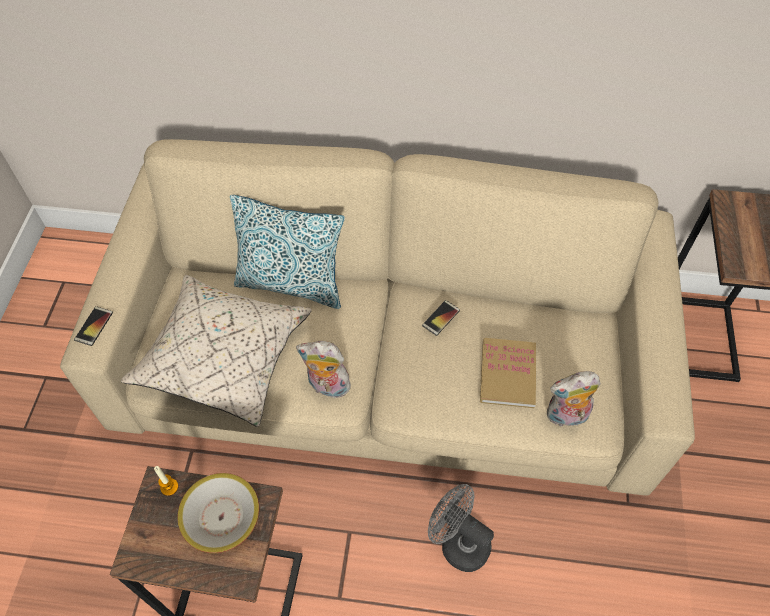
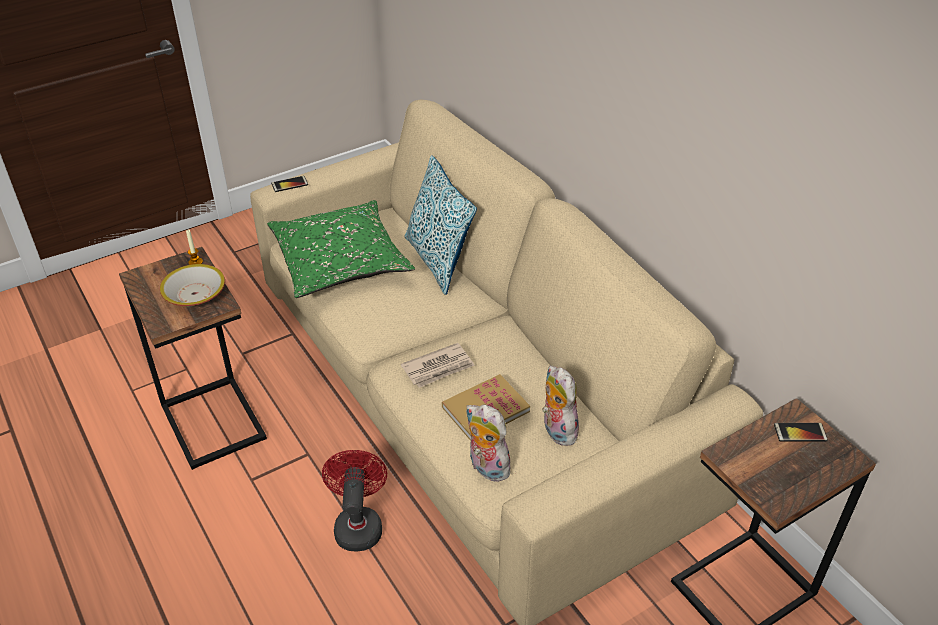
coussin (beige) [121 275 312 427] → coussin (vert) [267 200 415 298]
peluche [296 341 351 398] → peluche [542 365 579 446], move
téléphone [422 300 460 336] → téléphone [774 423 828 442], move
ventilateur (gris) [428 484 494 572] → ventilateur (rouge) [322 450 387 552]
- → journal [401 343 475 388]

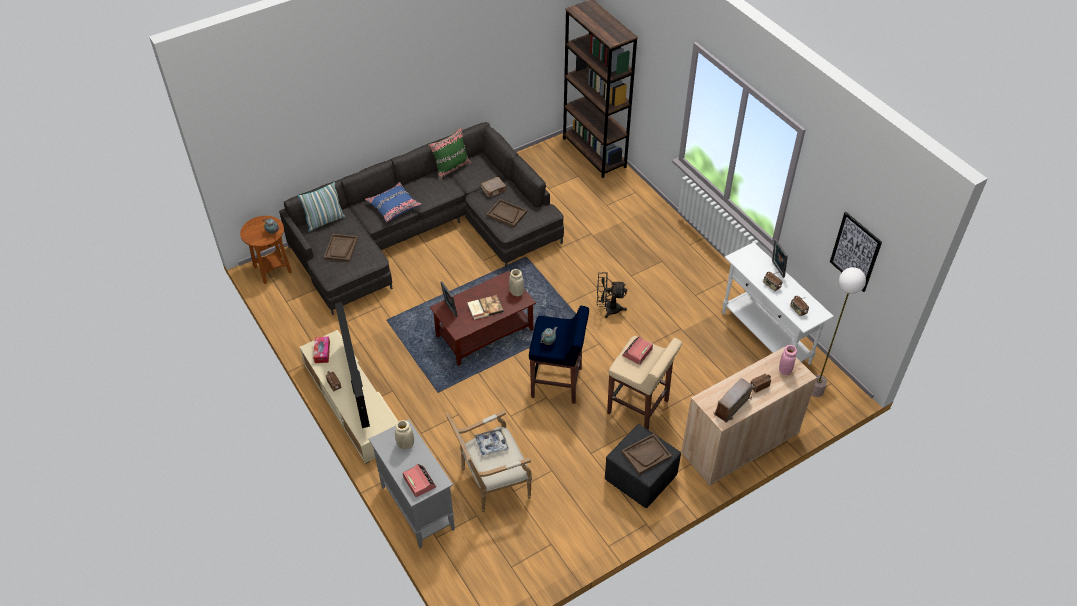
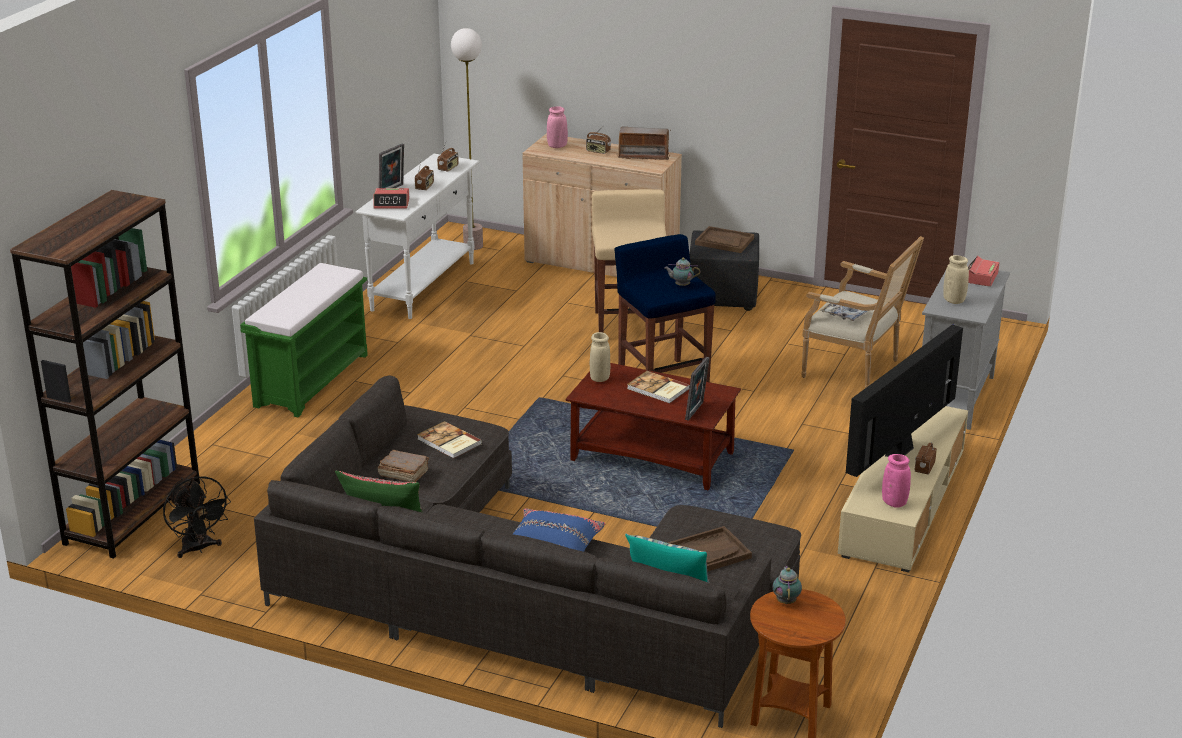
boîte à mouchoirs [313 337 330 363] → vase (rose) [882 454 911 508]
plateau (marron) [486 199 527 227] → livre [417 421 482 459]
ventilateur (noir) [597 272 627 318] → ventilateur (noir) [163 476 231 558], move
réveil [622 336 653 365] → réveil [373 188 409 209], move
tableau [830 212 882 292] → -
- → banc (vert) [240 263 368 417]

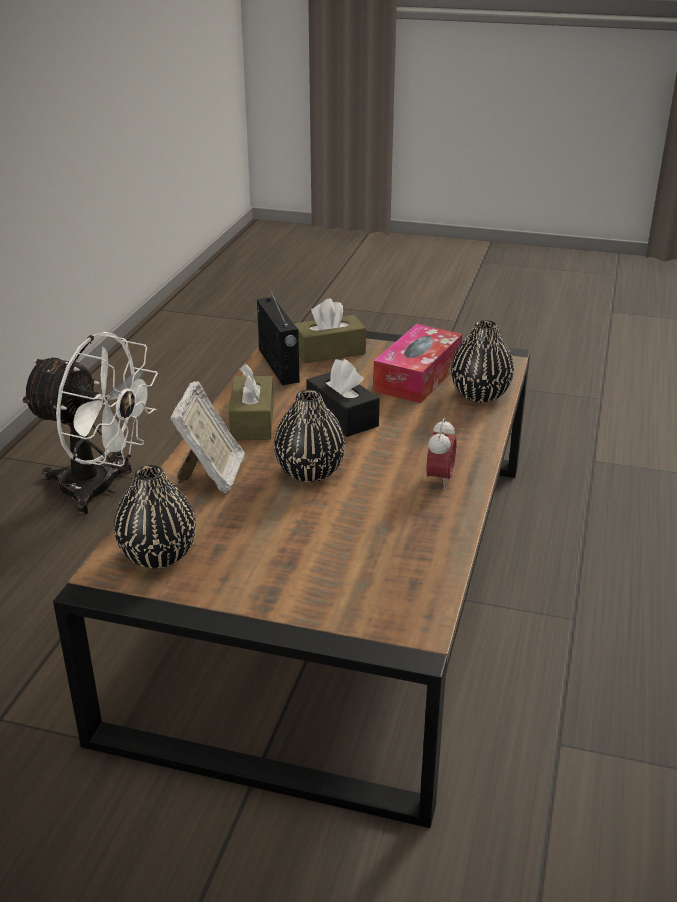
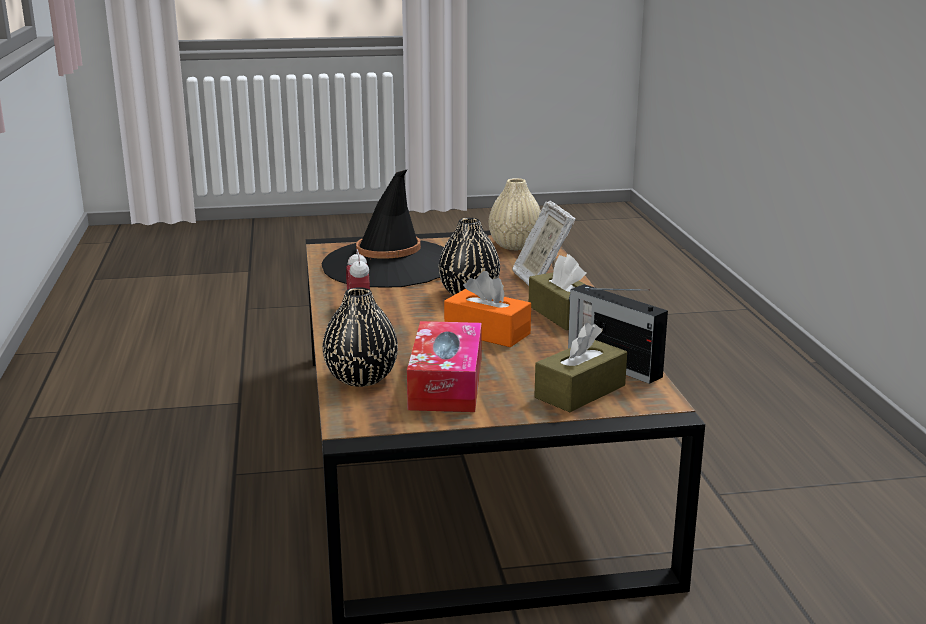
ventilateur (blanc) [20 332 158 515] → -
vase (noir) [114 465 196 568] → vase (beige) [489 178 541 250]
boîte à mouchoirs (noir) [306 359 380 437] → boîte à mouchoirs (orange) [444 271 531 347]
- → chapeau (noir) [321 170 444 287]

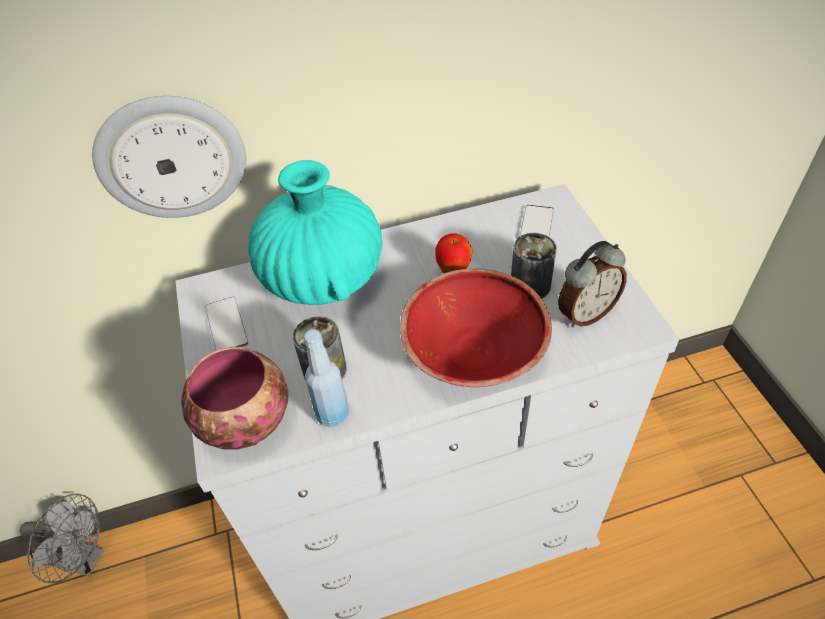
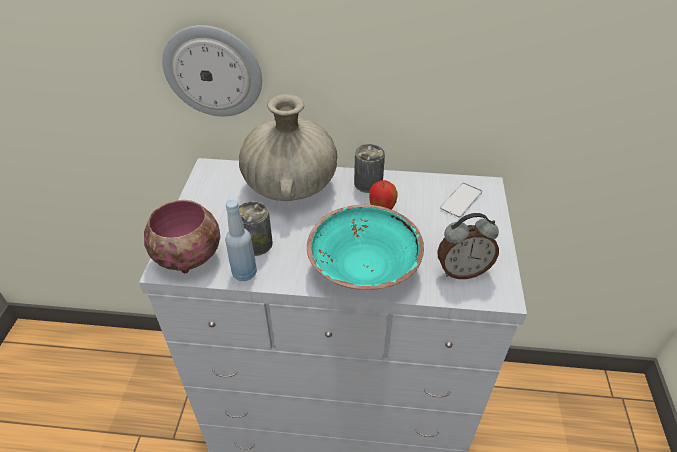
ventilateur (gris) [20 494 104 583] → -
téléphone [205 297 248 350] → -
vase (turquoise) [248 160 382 305] → vase (beige) [239 94 337 201]
bol (rouge) [400 268 552 387] → bol (turquoise) [307 205 424 290]
boîte métallique [511 233 557 299] → boîte métallique [354 144 385 193], move

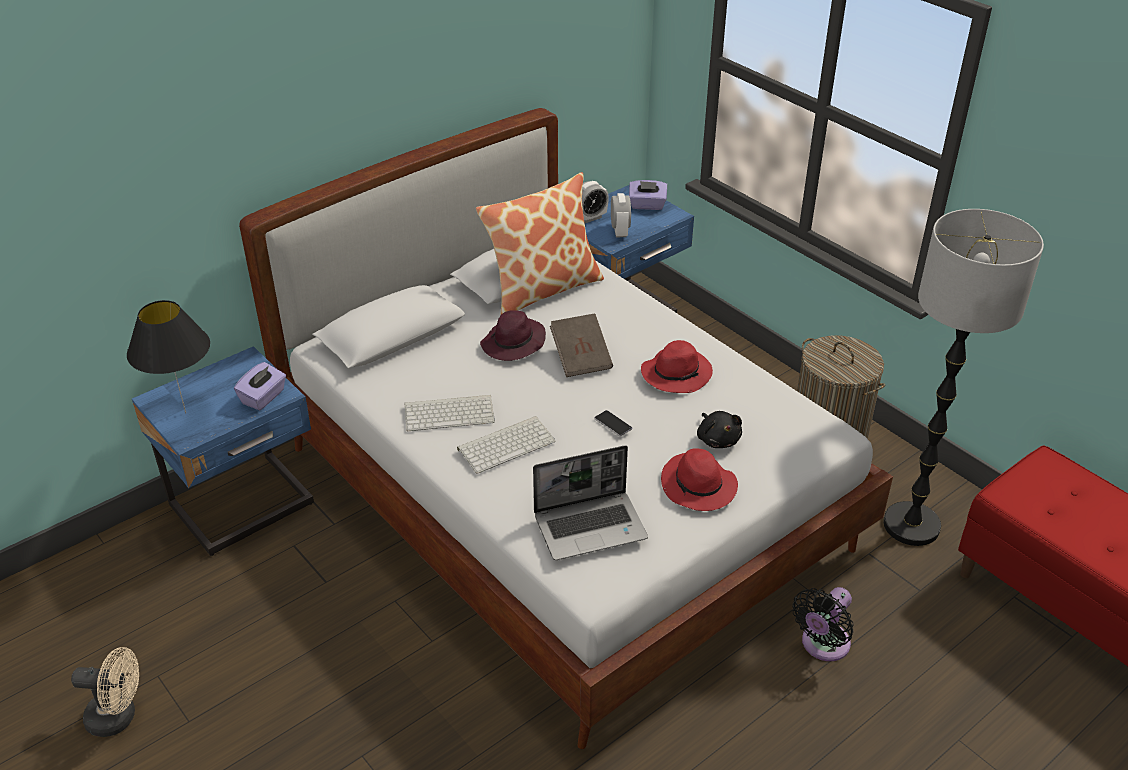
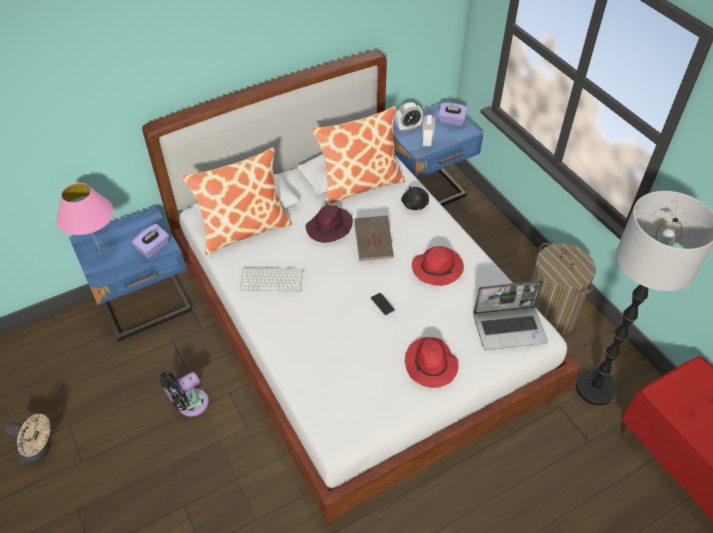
lampe de table (noir) [127 300 210 413] → lampe de table (rose) [56 183 114 254]
clavier [457 416 556 474] → -
ordinateur portable [533 445 648 560] → ordinateur portable [473 280 548 350], move
peluche (noir) [697 411 742 448] → peluche (noir) [401 186 429 210], move
ventilateur (noir) [793 587 854 661] → ventilateur (noir) [159 371 209 417], move
- → coussin [182 147 292 255]

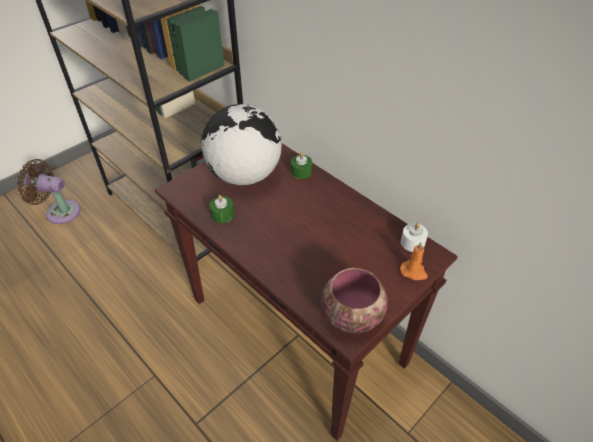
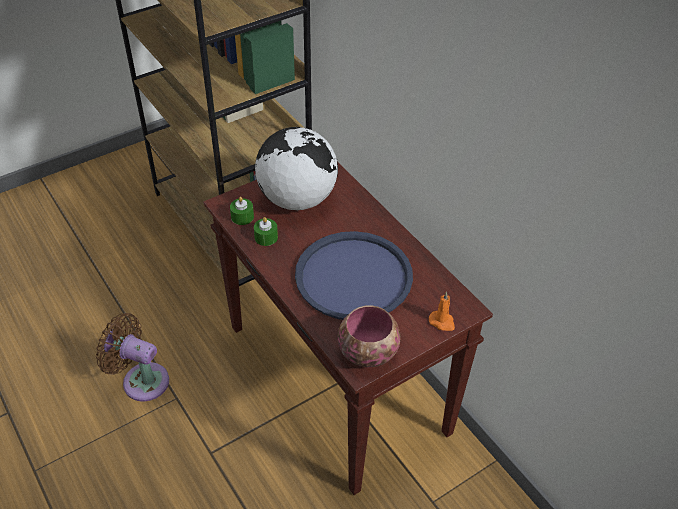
ventilateur (marron) [17 159 81 224] → ventilateur (marron) [96 313 169 401], move
bougie (vert) [291 152 312 179] → bougie (vert) [230 197 254 225], move
bougie (blanc) [401 223 428 252] → -
- → plateau (bleu) [295 231 413 320]

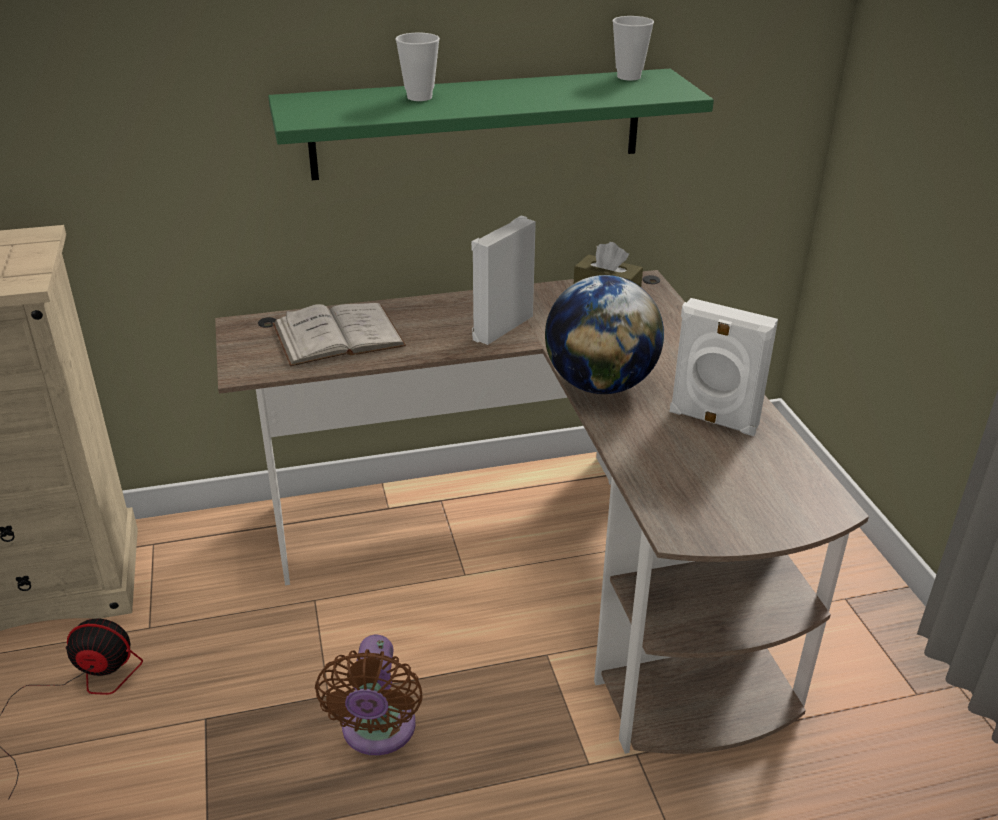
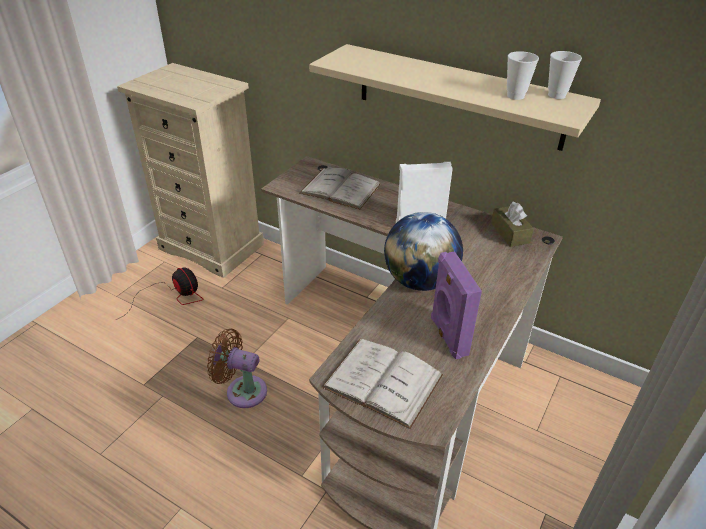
étagère (vert) [268 69 714 180] → étagère (beige) [309 44 601 151]
ventilateur (marron) [315 635 423 755] → ventilateur (marron) [207 329 267 408], 60 degrees clockwise
tasse [395 33 440 101] → tasse [507 51 539 100], move
enceinte (blanc) [670 298 778 436] → enceinte (violet) [431 251 482 359]
- → livre (blanc) [322 339 443 429]

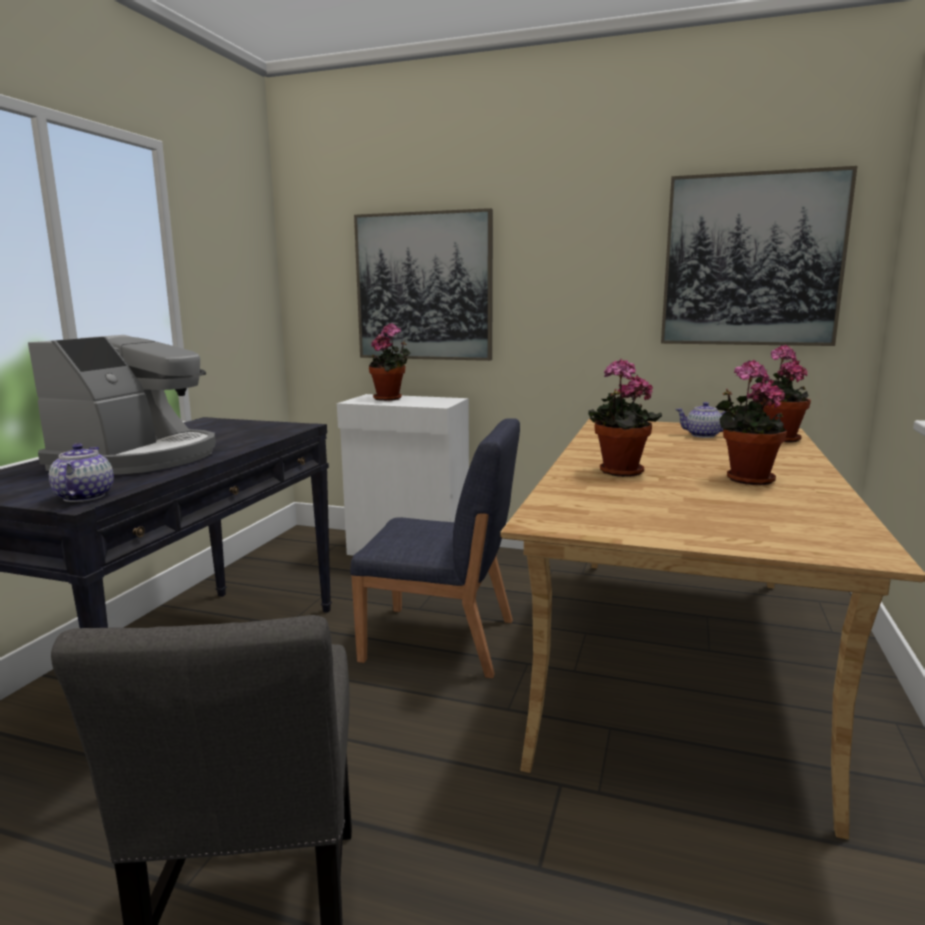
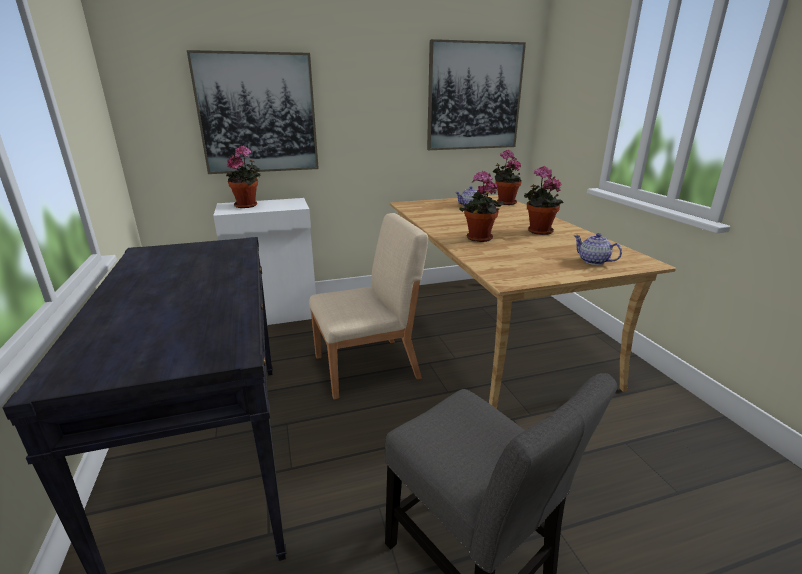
machine à café [28 335 216 475] → -
théière [49 443 114 502] → théière [574 233 622 265], move
chaise (bleu) [350 418 520 678] → chaise (beige) [309 213 428 399]

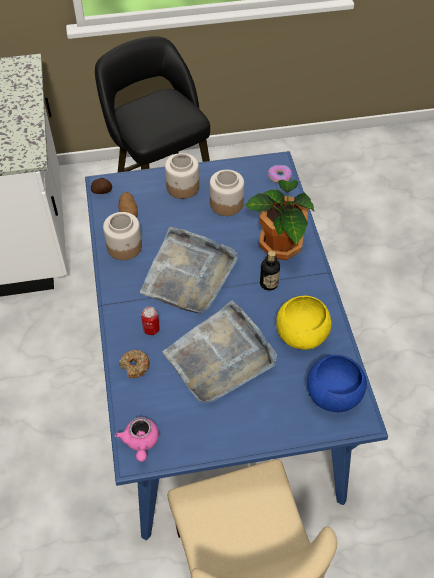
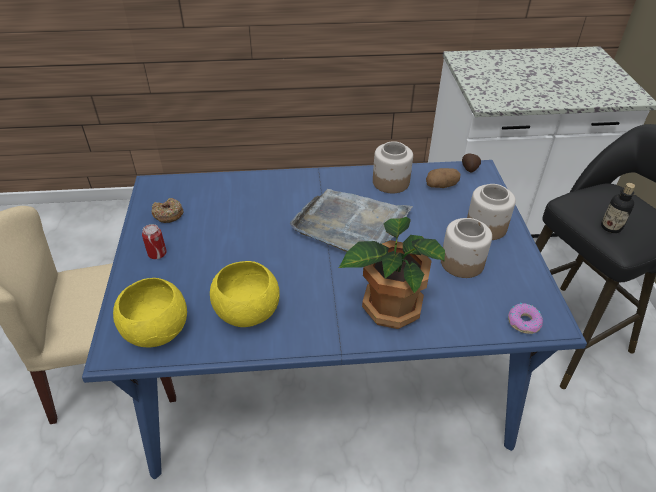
théière (rose) [115 417 159 462] → -
beignet [119 350 150 378] → beignet [151 198 184 223], move
boîte métallique [141 307 160 335] → boîte métallique [142 224 167 259], move
plateau (gris) [163 300 277 403] → -
bouteille [260 251 280 291] → bouteille [601 183 635 233], move
bol (bleu) [307 355 367 412] → bol (jaune) [113 278 187 347]

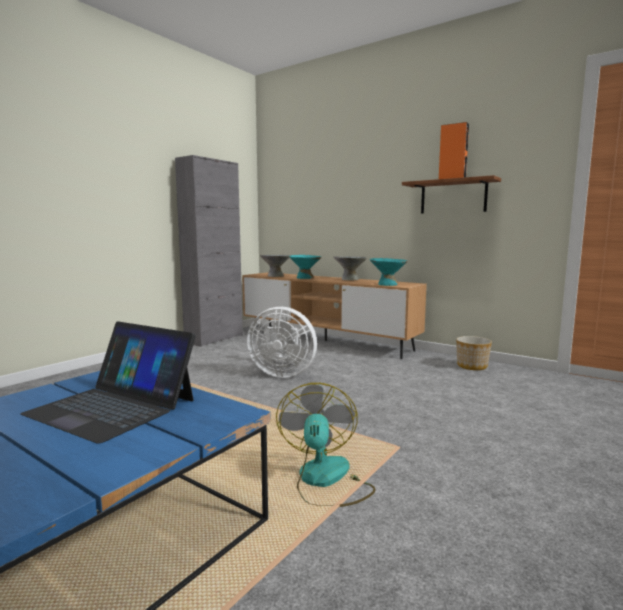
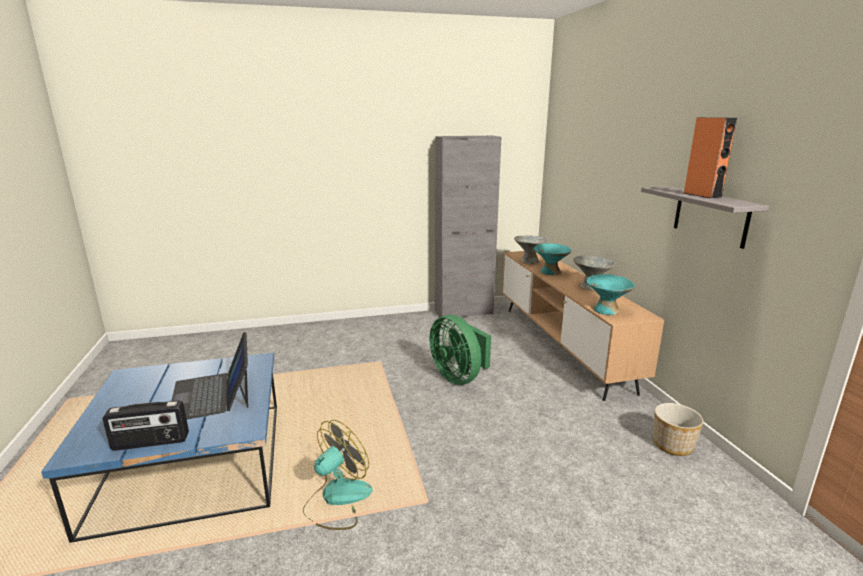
ventilateur (blanc) [247 307 317 378] → ventilateur (vert) [430 315 491 385]
étagère (marron) [402 175 501 213] → étagère (gris) [641 186 769 249]
- → radio [102 400 189 451]

